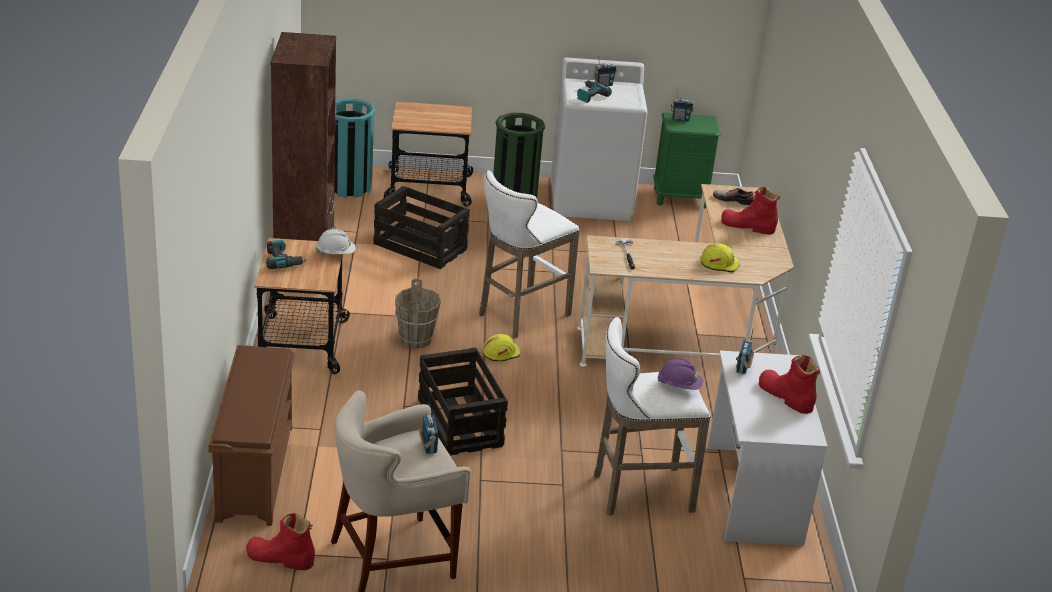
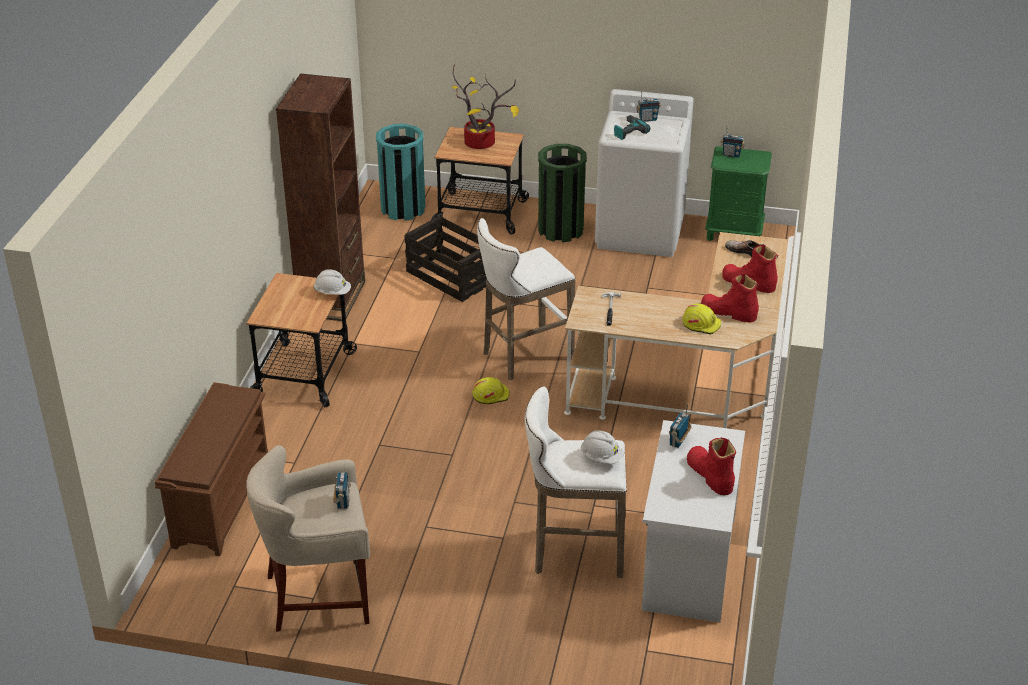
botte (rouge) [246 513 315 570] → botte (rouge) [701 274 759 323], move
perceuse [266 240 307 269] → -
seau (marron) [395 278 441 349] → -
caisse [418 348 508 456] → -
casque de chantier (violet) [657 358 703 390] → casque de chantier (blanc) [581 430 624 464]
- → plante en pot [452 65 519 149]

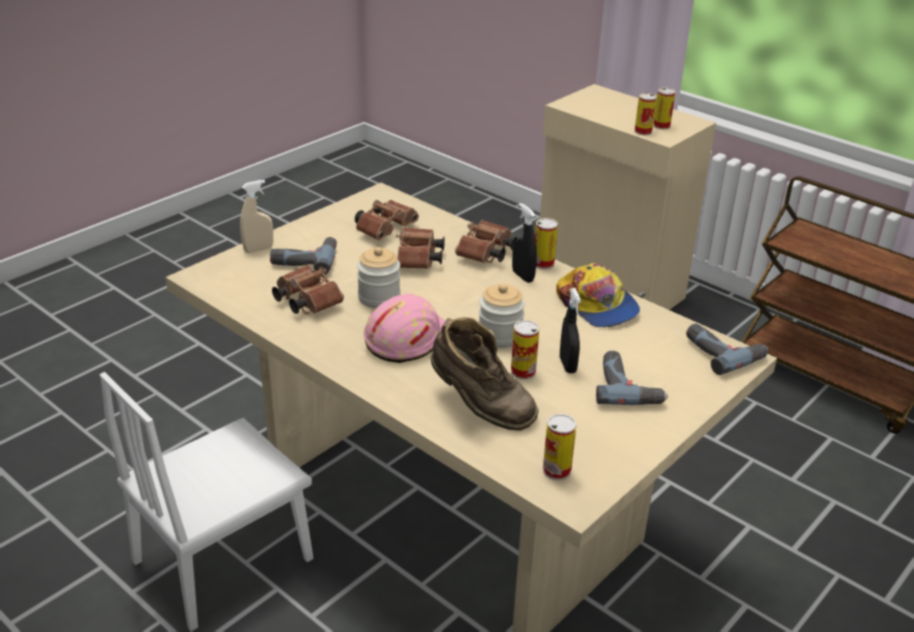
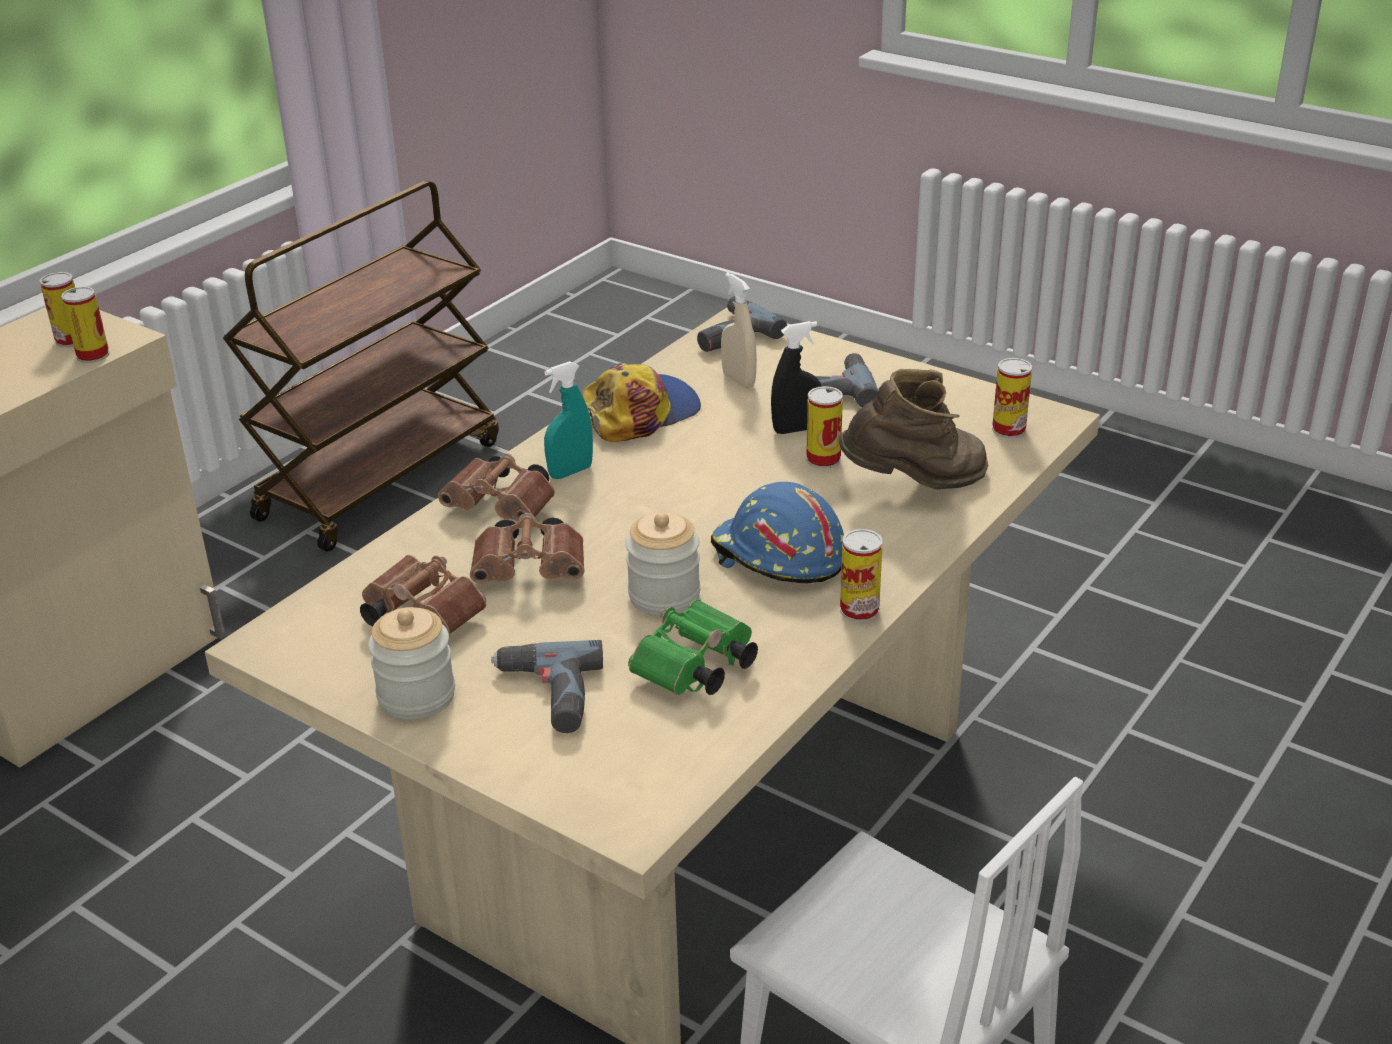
vaporisateur (beige) [240 180 273 253] → vaporisateur (beige) [721 272 757 388], move
jumelles (marron) [272 265 344 314] → jumelles (vert) [628 599 758 695]
casque de chantier (rose) [364 294 445 363] → casque de chantier (bleu) [711 482 844 584]
botte (marron) [431 317 539 431] → botte (marron) [839 369 989 490], 45 degrees clockwise
bocal [479 284 525 348] → bocal [368 607 455 720], move
vaporisateur (noir) [512 203 537 283] → vaporisateur (turquoise) [544 361 593 479]
boîte métallique [535 218 558 269] → boîte métallique [840 529 883 622], move

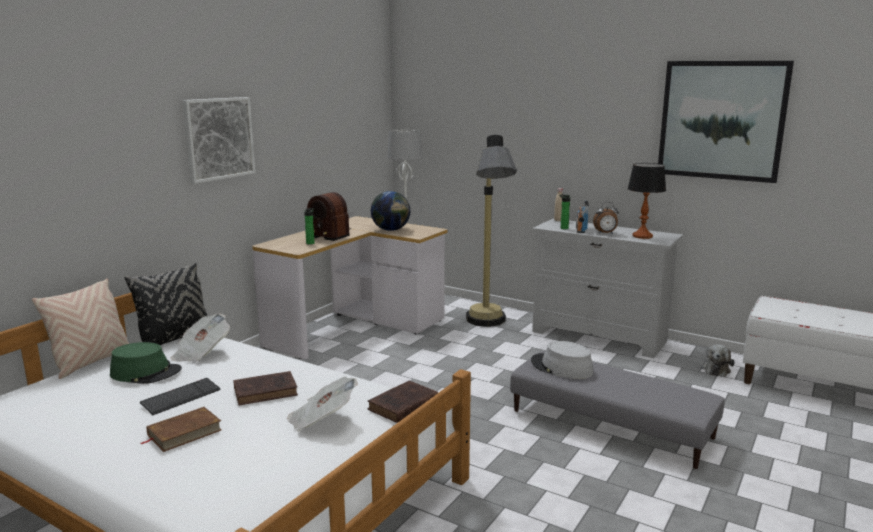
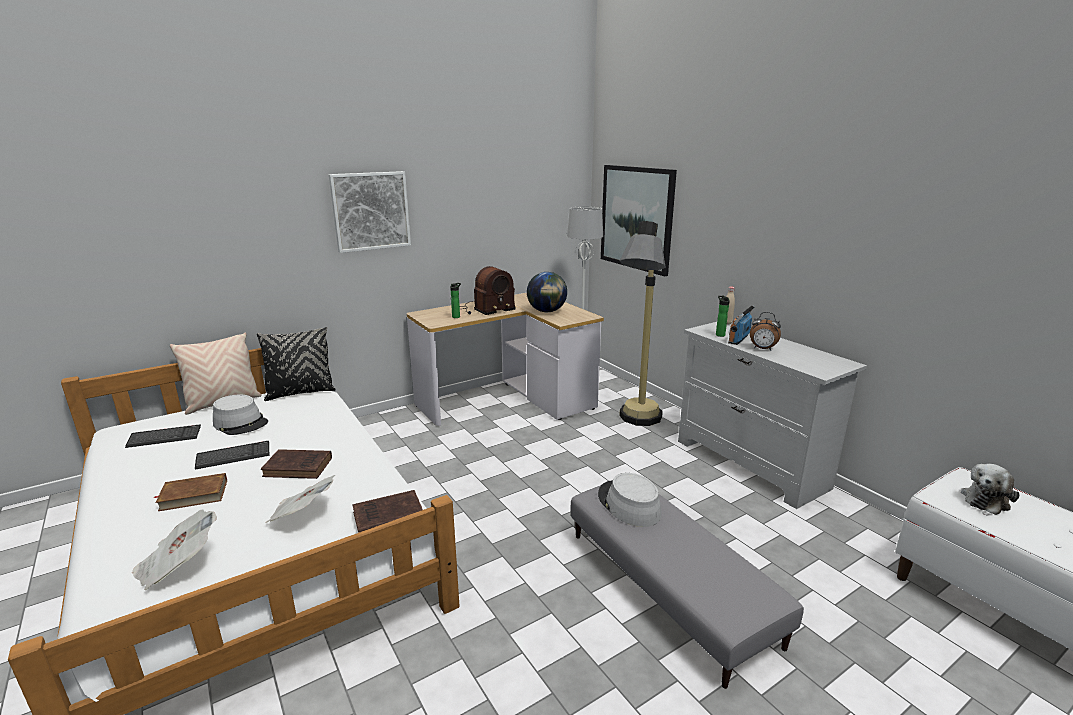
chapeau (vert) [110 342 182 384] → chapeau (gris) [213 395 268 435]
journal [171 314 230 362] → journal [132 509 217 590], move
radio [307 192 350 241] → radio [460 266 516 315], 90 degrees counterclockwise
lampe de table [627 163 666 239] → -
tableau [658 61 794 183] → tableau [601 165 677 276], move
peluche [701 344 735 377] → peluche [961 464 1020 515], move
- → clavier [125 425 201 448]

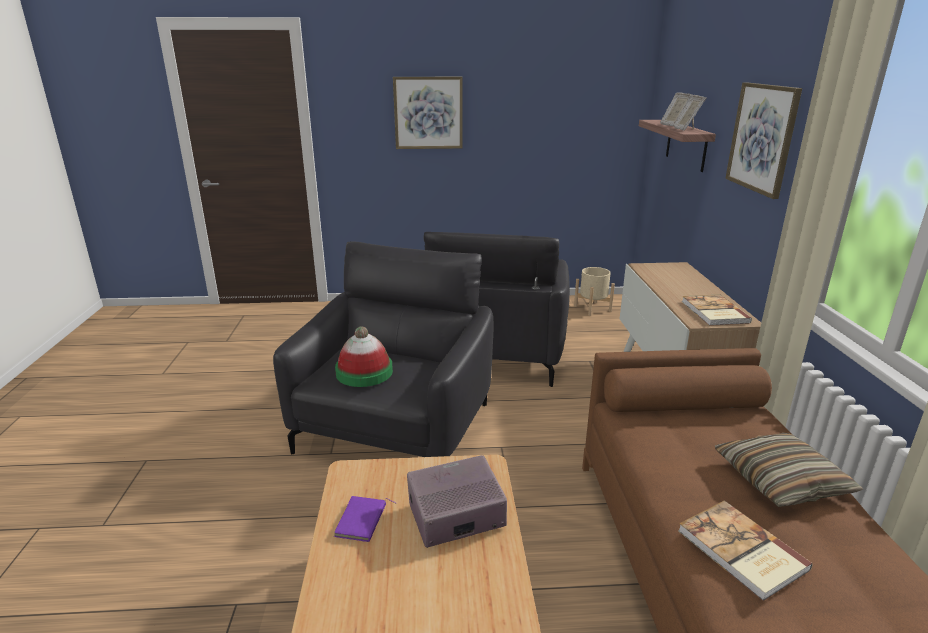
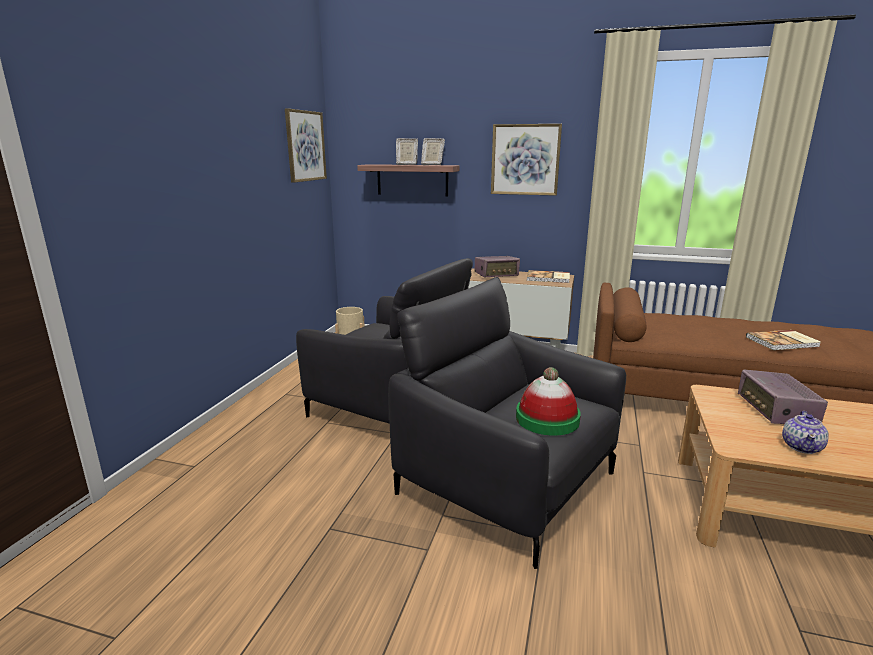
livre (violet) [334 496 396 542] → théière [782 411 829 454]
tableau [393 77 463 149] → tableau [285 108 327 183], move
coussin [715 433 863 507] → -
- → radio [474 256 520 277]

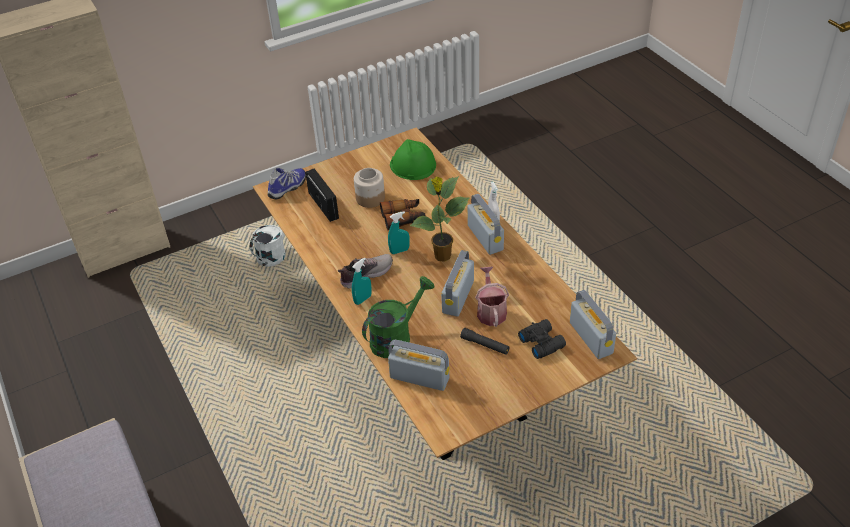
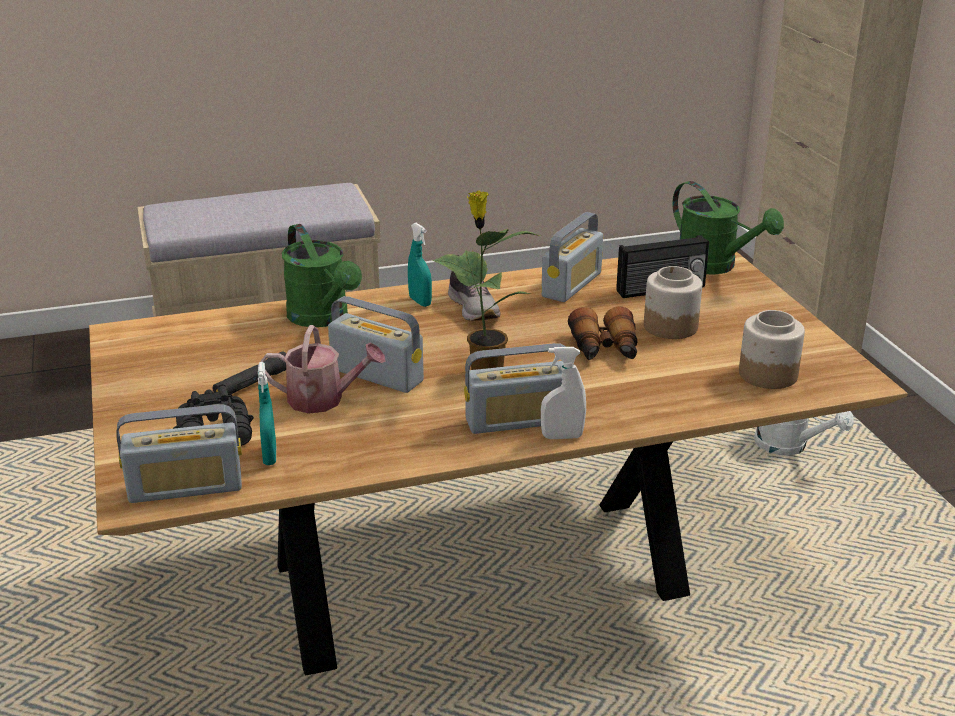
chaussure [268 168 306 200] → arrosoir (vert) [672 181 784 275]
vaporisateur (turquoise) [388 211 410 254] → vaporisateur (turquoise) [258 362 276 465], move
radio [388 340 449 391] → radio [541 212 603 302], move
casque de chantier (vert) [390 139 436 180] → bocal [739 310 805 389]

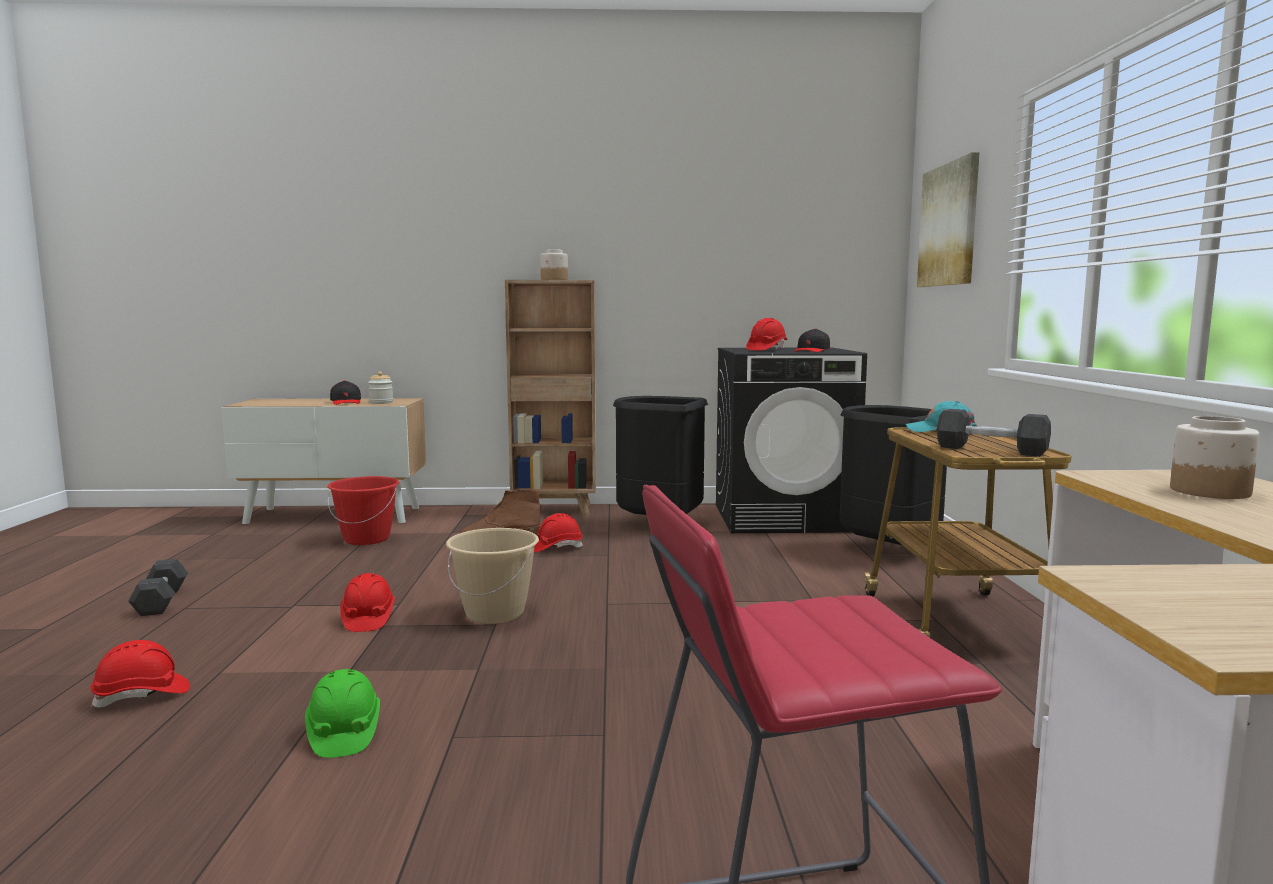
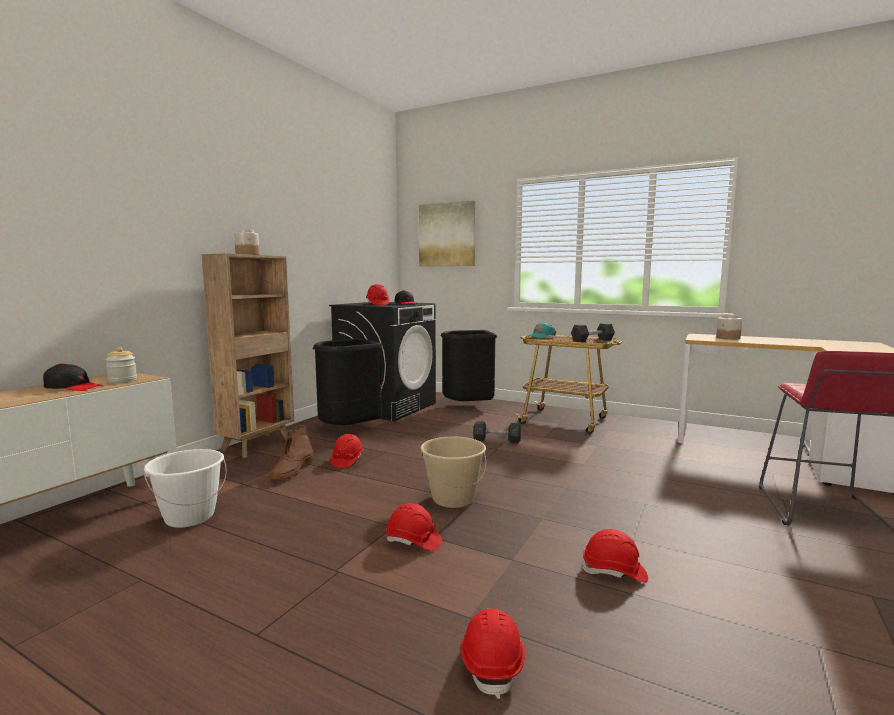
haltère (gris) [128 559 188 616] → haltère (gris) [473 421 521 443], move
casque de chantier (vert) [305 669 380 758] → casque de chantier (rouge) [581 529 648 583]
seau (rouge) [327 476 400 545] → seau (blanc) [144 449 227 528]

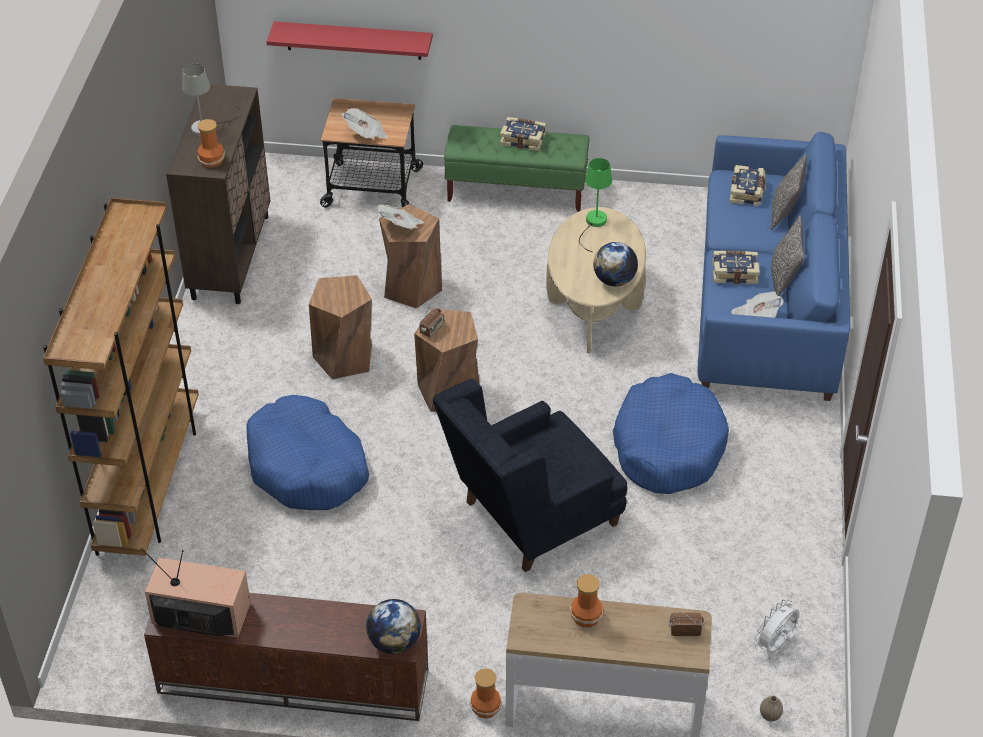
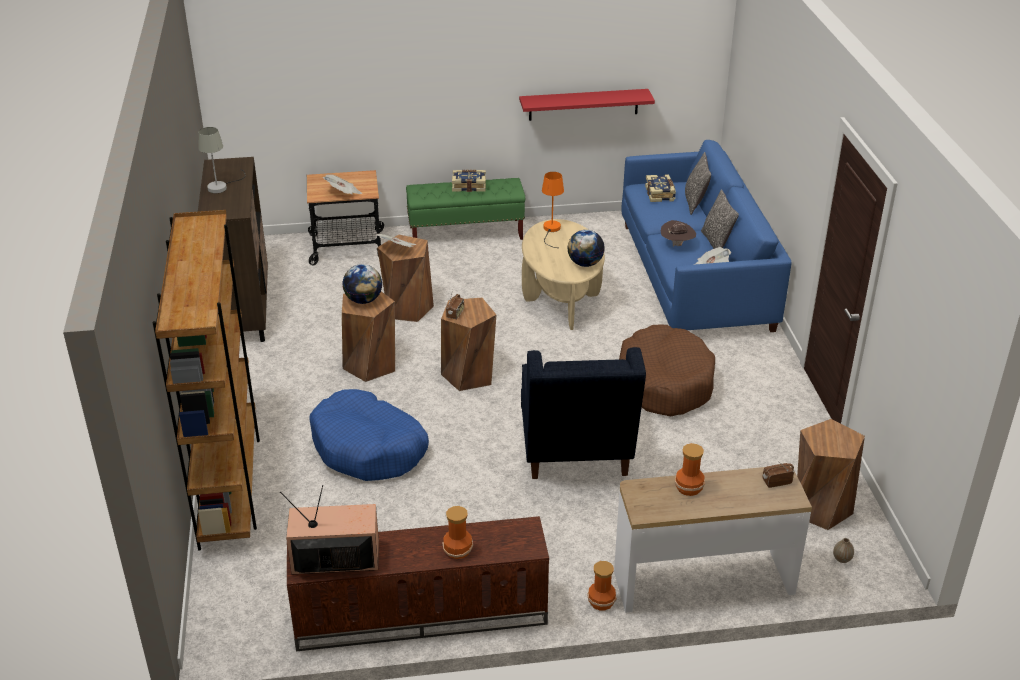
vase [197 119 225 168] → vase [442 506 473 559], move
étagère (rouge) [266 21 433 60] → étagère (rouge) [519 89 655 121], move
globe [366 599 421 654] → globe [343 264 382 304], move
fauteuil (bleu) [433 379 628 572] → fauteuil (bleu) [521 347 646 479], 45 degrees counterclockwise
lampe de table (vert) [579 158 612 252] → lampe de table (orange) [542 172 564 248]
panier pour chien (bleu) [613 373 729 494] → panier pour chien (marron) [619 324 715 416]
livre [712 251 760 284] → chapeau (marron) [661 220 696 247]
ventilateur (blanc) [753 600 799 654] → tabouret (marron) [797 419 865 530]

